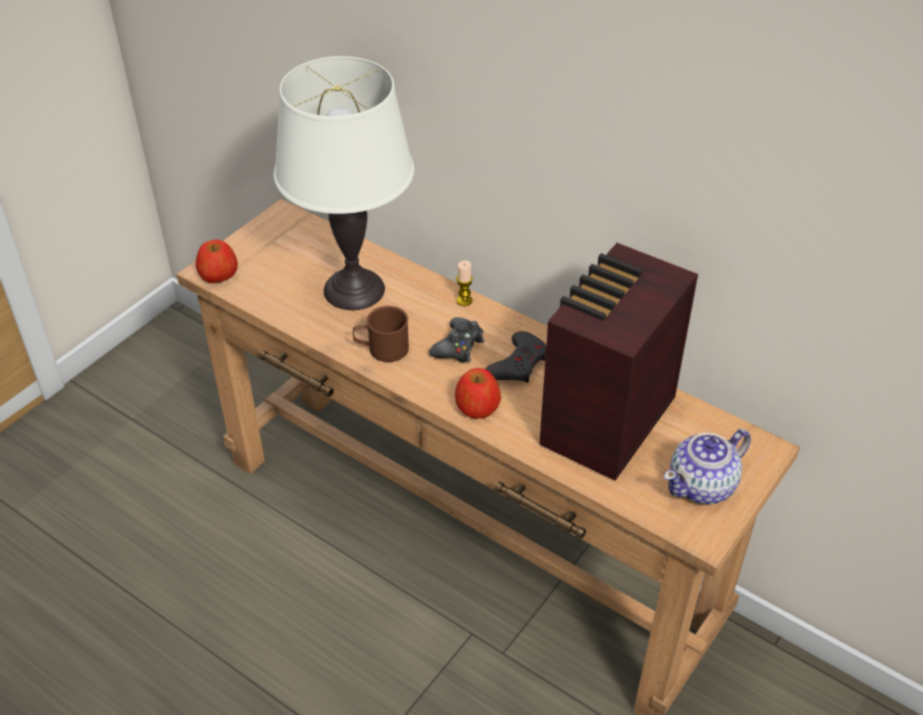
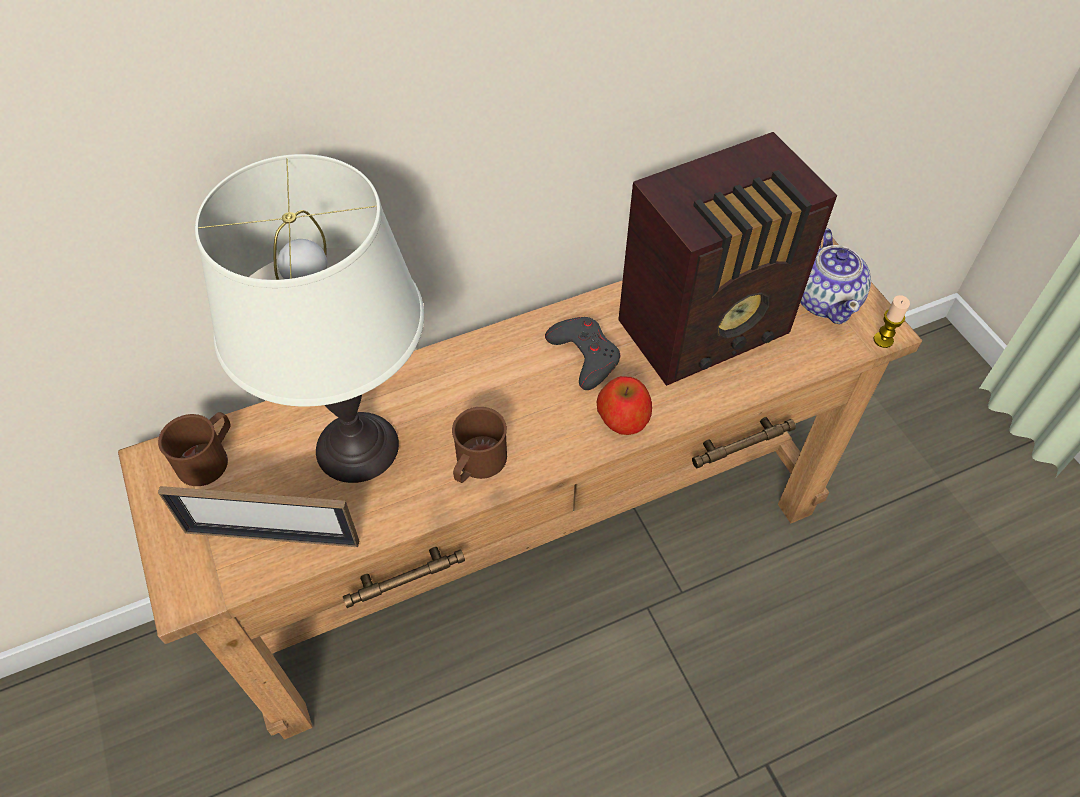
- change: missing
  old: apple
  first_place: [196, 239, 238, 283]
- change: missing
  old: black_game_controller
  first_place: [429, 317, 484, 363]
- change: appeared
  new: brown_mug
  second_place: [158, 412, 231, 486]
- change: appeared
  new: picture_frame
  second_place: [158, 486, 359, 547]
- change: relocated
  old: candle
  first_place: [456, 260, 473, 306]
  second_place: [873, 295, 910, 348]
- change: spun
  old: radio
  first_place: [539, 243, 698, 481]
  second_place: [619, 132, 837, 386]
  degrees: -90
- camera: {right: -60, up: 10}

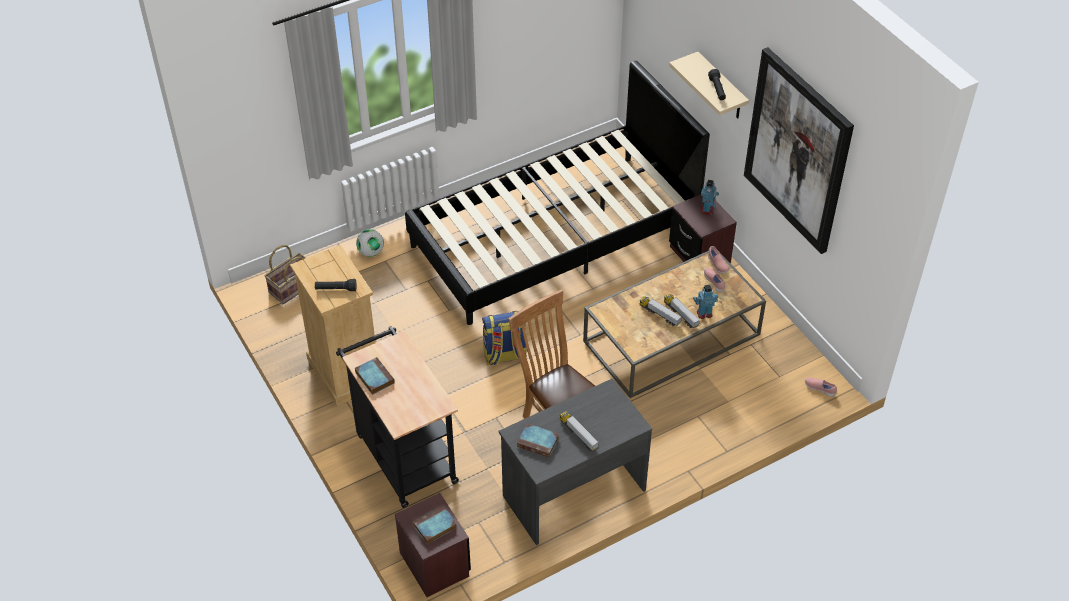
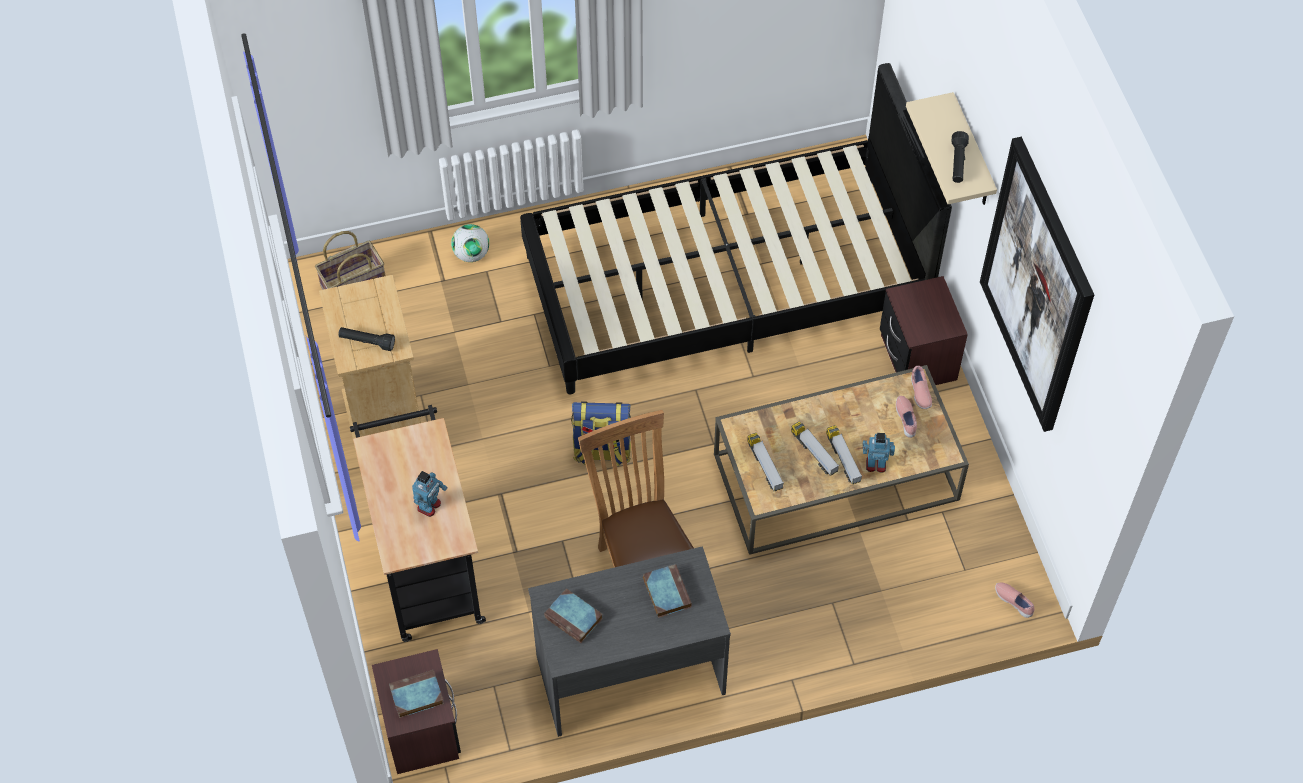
- change: relocated
  old: book
  first_place: [355, 357, 395, 395]
  second_place: [643, 564, 692, 618]
- change: relocated
  old: toy_truck
  first_place: [560, 411, 599, 451]
  second_place: [747, 433, 784, 491]
- change: relocated
  old: toy_robot
  first_place: [701, 180, 719, 215]
  second_place: [412, 471, 448, 517]
- camera: {right: 15, up: 10}

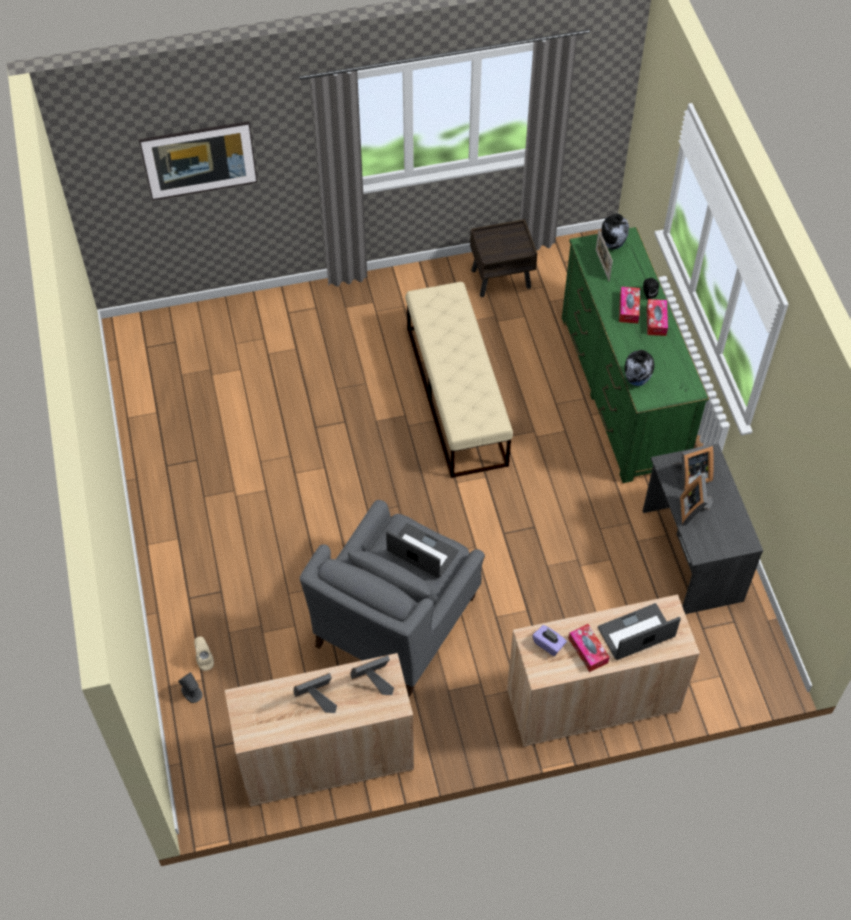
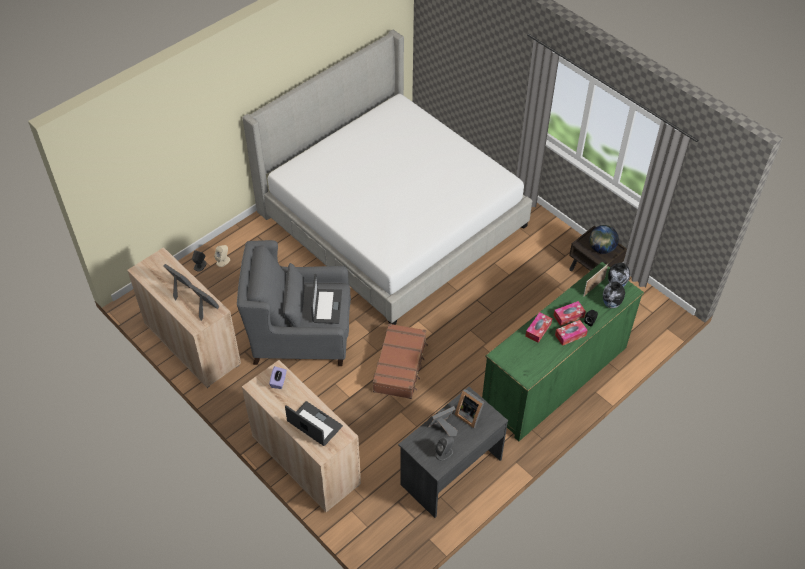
- change: missing
  old: picture
  first_place: [139, 121, 257, 201]
- change: missing
  old: beige_bench
  first_place: [405, 282, 513, 478]
- change: appeared
  new: bed
  second_place: [242, 30, 532, 325]
- change: appeared
  new: brown_suitcase
  second_place: [373, 323, 428, 399]
- change: appeared
  new: grey_speaker
  second_place: [435, 436, 454, 461]
- change: appeared
  new: globe
  second_place: [589, 225, 619, 254]
- change: relocated
  old: tissue_box
  first_place: [568, 624, 610, 672]
  second_place: [525, 312, 552, 343]
- change: relocated
  old: vase
  first_place: [625, 350, 655, 386]
  second_place: [603, 282, 625, 308]
- camera: {right: 60, up: -5}

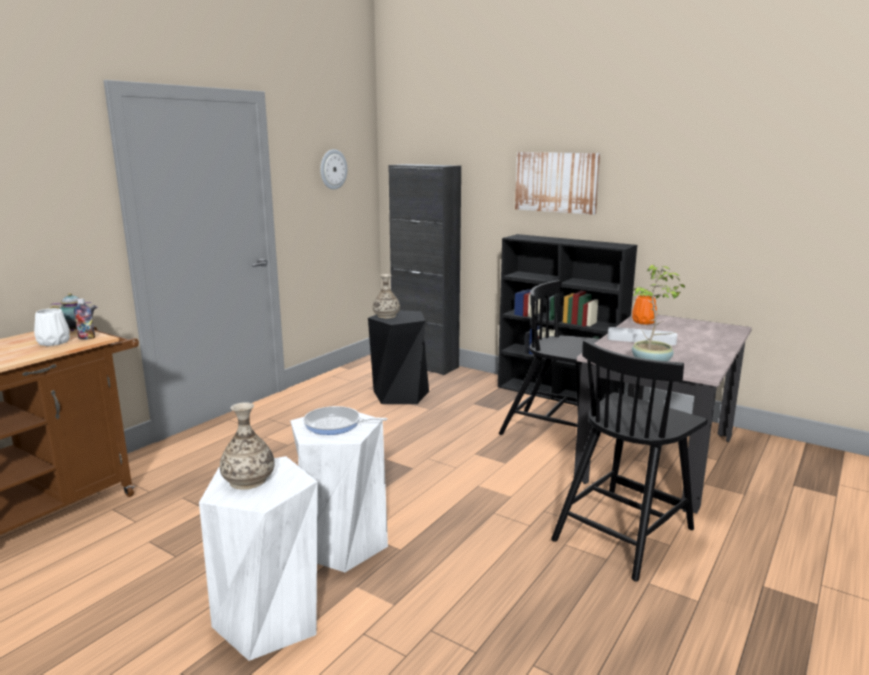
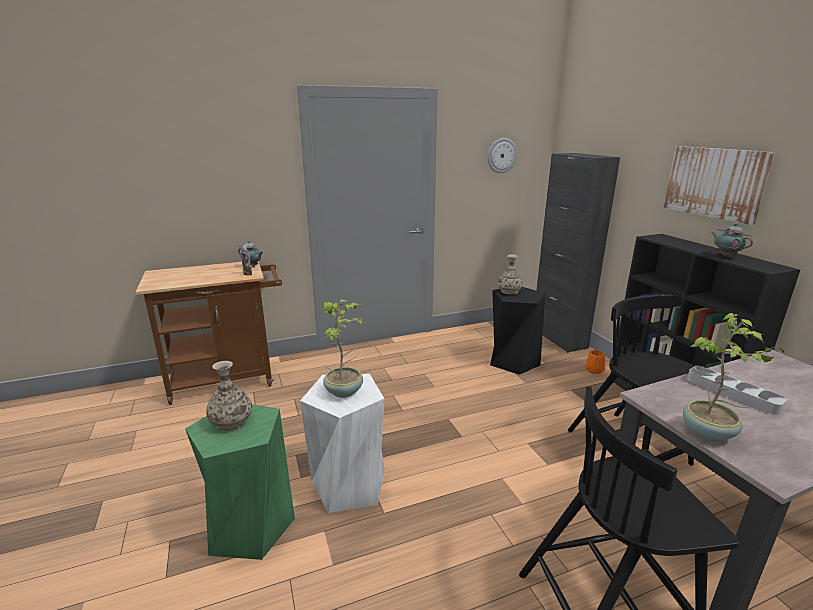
- change: missing
  old: white_vase
  first_place: [34, 308, 70, 346]
- change: appeared
  new: teapot
  second_place: [712, 223, 753, 258]
- change: relocated
  old: orange_vase
  first_place: [632, 295, 657, 325]
  second_place: [586, 350, 605, 374]
- change: exchanged
  old: frying_pan
  new: potted_plant
  first_place: [303, 406, 388, 435]
  second_place: [323, 299, 365, 398]
- change: colour
  old: white_stool
  new: green_stool
  first_place: [199, 456, 318, 661]
  second_place: [185, 404, 295, 560]
- camera: {right: 35, up: 5}

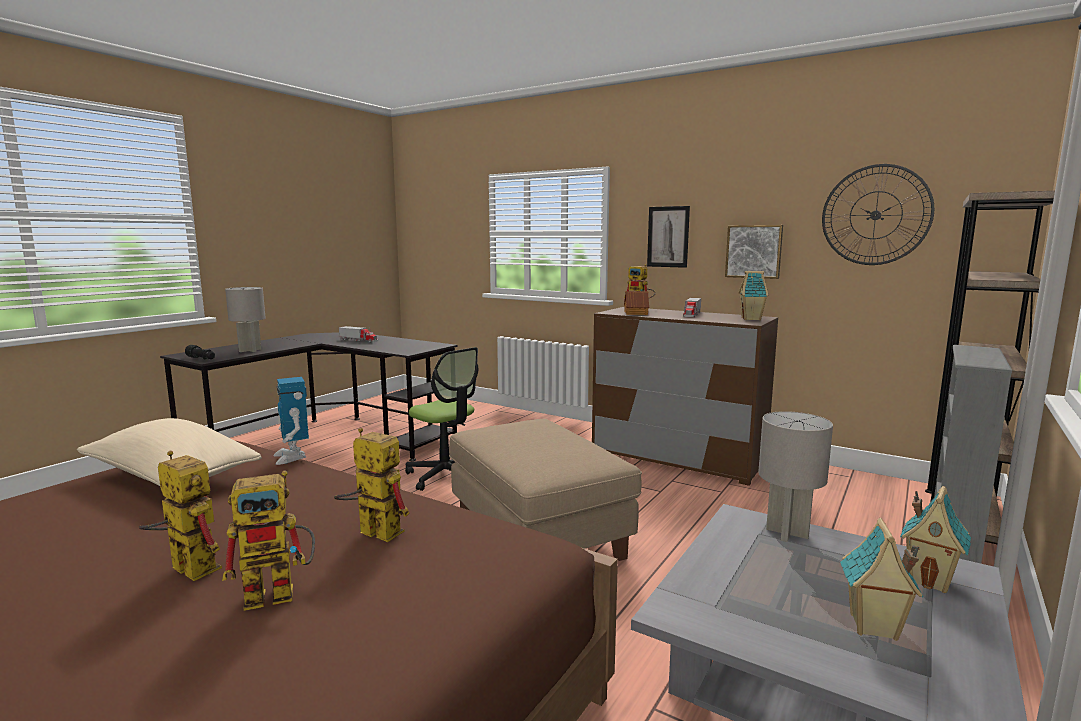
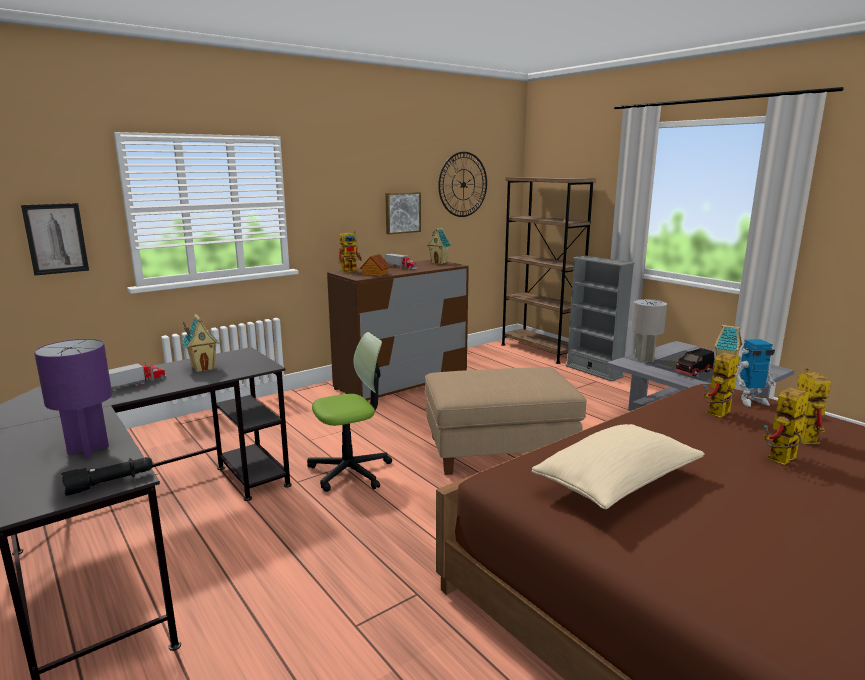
- change: appeared
  new: toy_truck
  second_place: [673, 348, 714, 376]
- change: relocated
  old: toy_robot
  first_place: [274, 377, 309, 465]
  second_place: [735, 339, 775, 407]
- change: relocated
  old: picture
  first_place: [647, 206, 690, 268]
  second_place: [21, 203, 89, 275]
- change: relocated
  old: toy_house
  first_place: [900, 486, 971, 593]
  second_place: [182, 314, 220, 372]
- change: colour
  old: grey_table_lamp
  new: purple_table_lamp
  first_place: [225, 287, 266, 352]
  second_place: [34, 339, 112, 458]
- camera: {right: -70, up: 5}

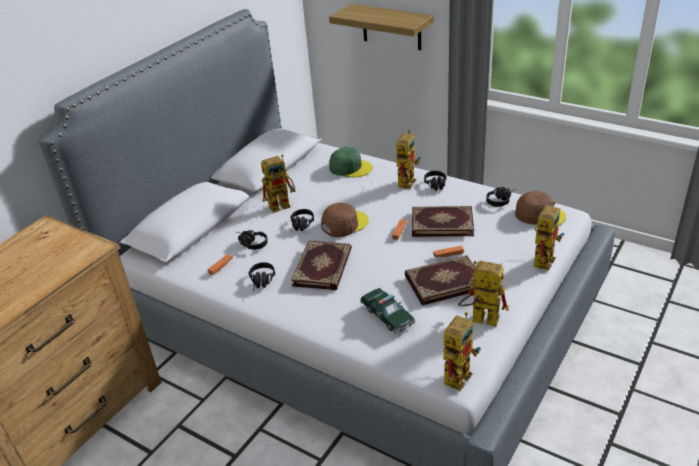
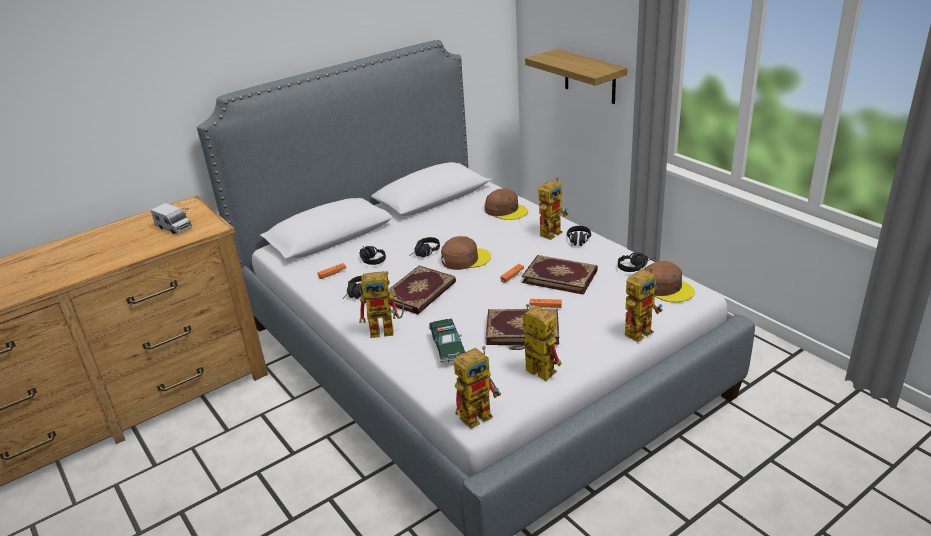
- change: appeared
  new: toy_truck
  second_place: [151, 203, 192, 234]
- change: relocated
  old: toy_robot
  first_place: [261, 155, 296, 213]
  second_place: [359, 271, 404, 338]
- change: colour
  old: green_cap
  new: brown_cap
  first_place: [329, 147, 373, 177]
  second_place: [485, 189, 528, 220]
- camera: {right: 20, up: -5}

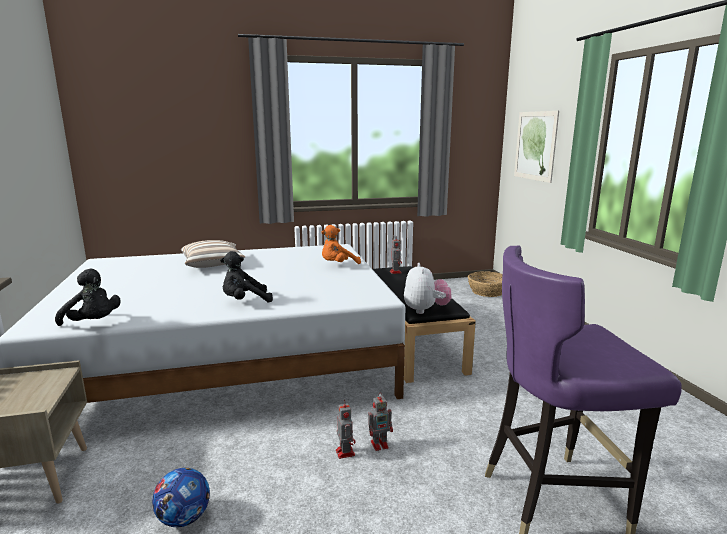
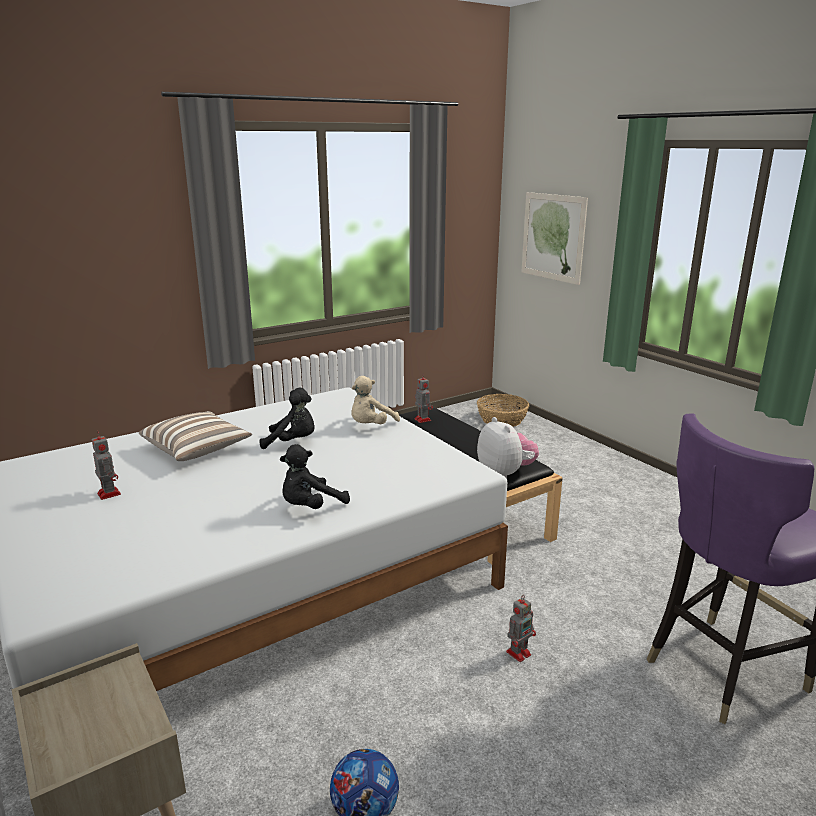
- change: relocated
  old: black_plush_toy
  first_place: [55, 268, 121, 326]
  second_place: [259, 388, 315, 449]
- change: relocated
  old: toy_robot
  first_place: [336, 400, 356, 459]
  second_place: [92, 431, 121, 500]
- change: colour
  old: orange_plush_toy
  new: beige_plush_toy
  first_place: [321, 225, 361, 264]
  second_place: [352, 376, 400, 424]
- camera: {right: -20, up: 5}

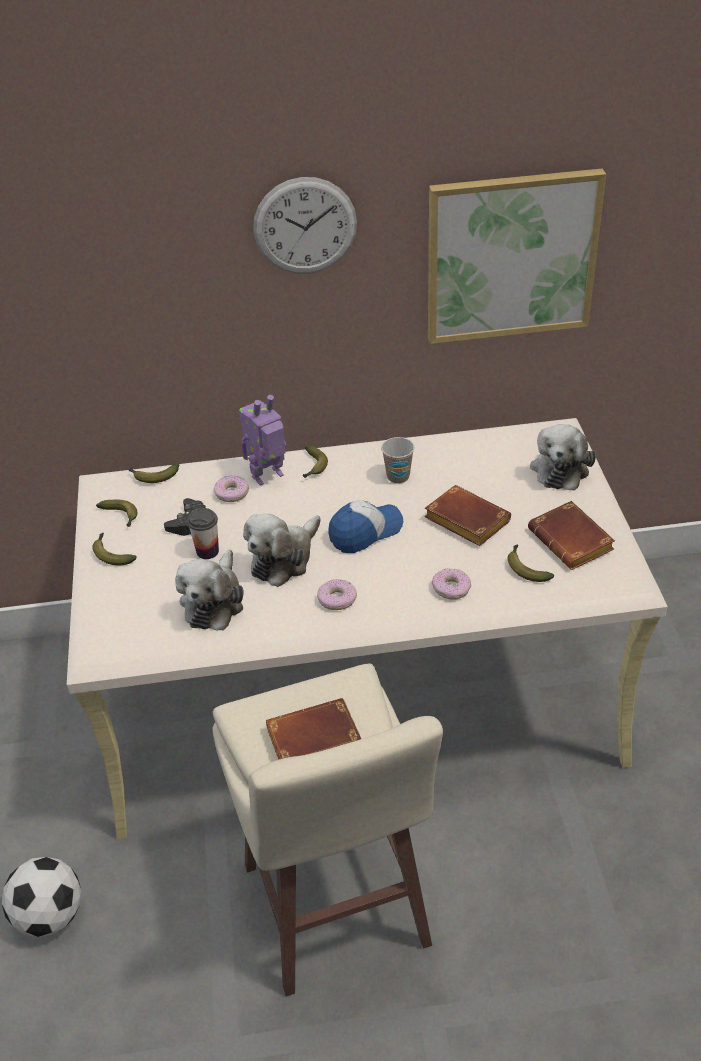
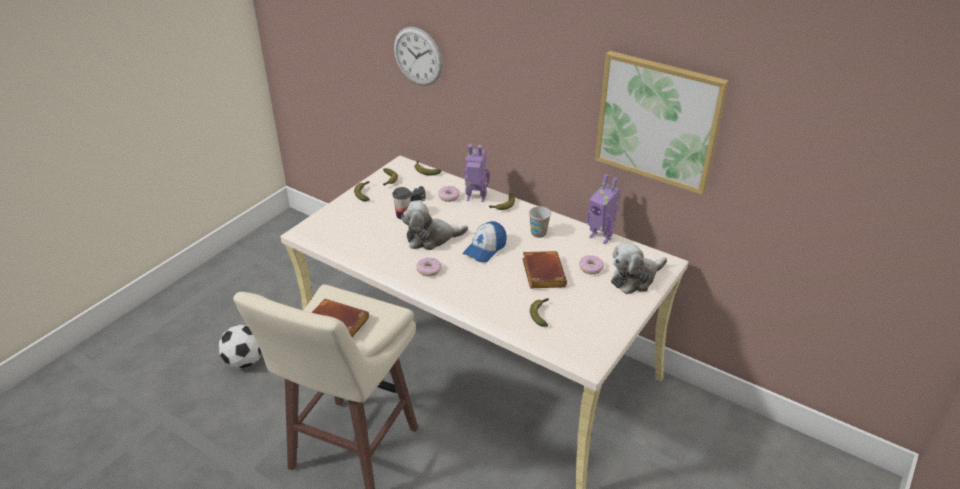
- change: missing
  old: plush_toy
  first_place: [175, 550, 244, 630]
- change: missing
  old: brown_book
  first_place: [528, 501, 615, 570]
- change: appeared
  new: toy_robot
  second_place: [587, 174, 621, 244]
- change: relocated
  old: wall_clock
  first_place: [253, 177, 357, 274]
  second_place: [394, 27, 442, 86]
- change: relocated
  old: donut
  first_place: [432, 568, 471, 600]
  second_place: [579, 255, 604, 274]
- change: spun
  old: cap
  first_place: [328, 500, 403, 553]
  second_place: [462, 221, 507, 263]
  degrees: 120
- camera: {right: 40, up: -5}

